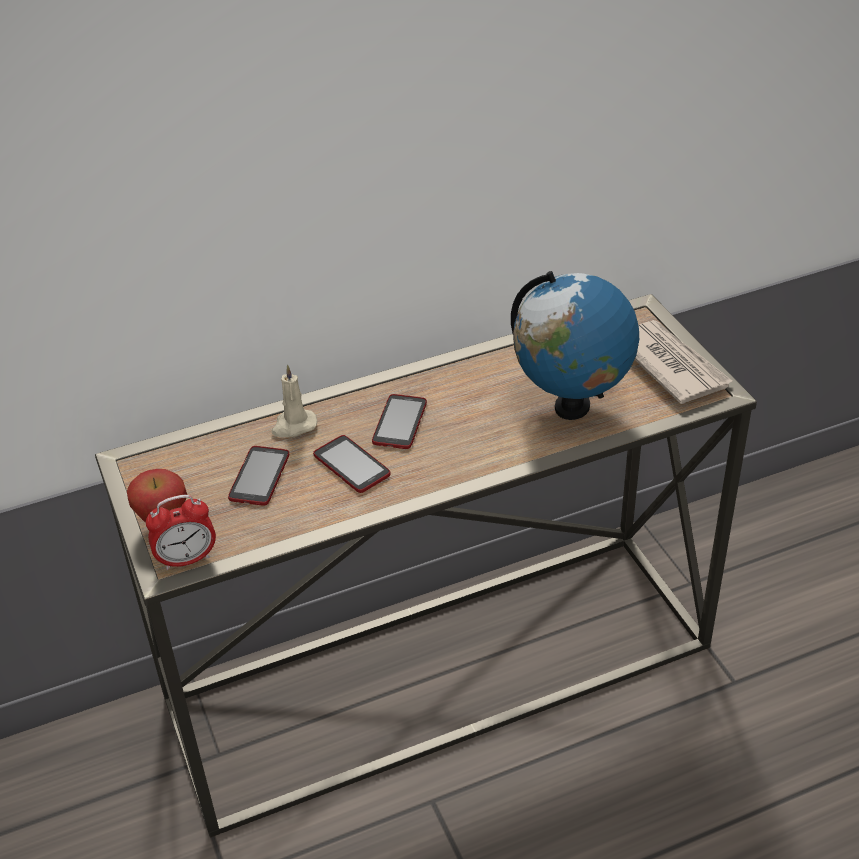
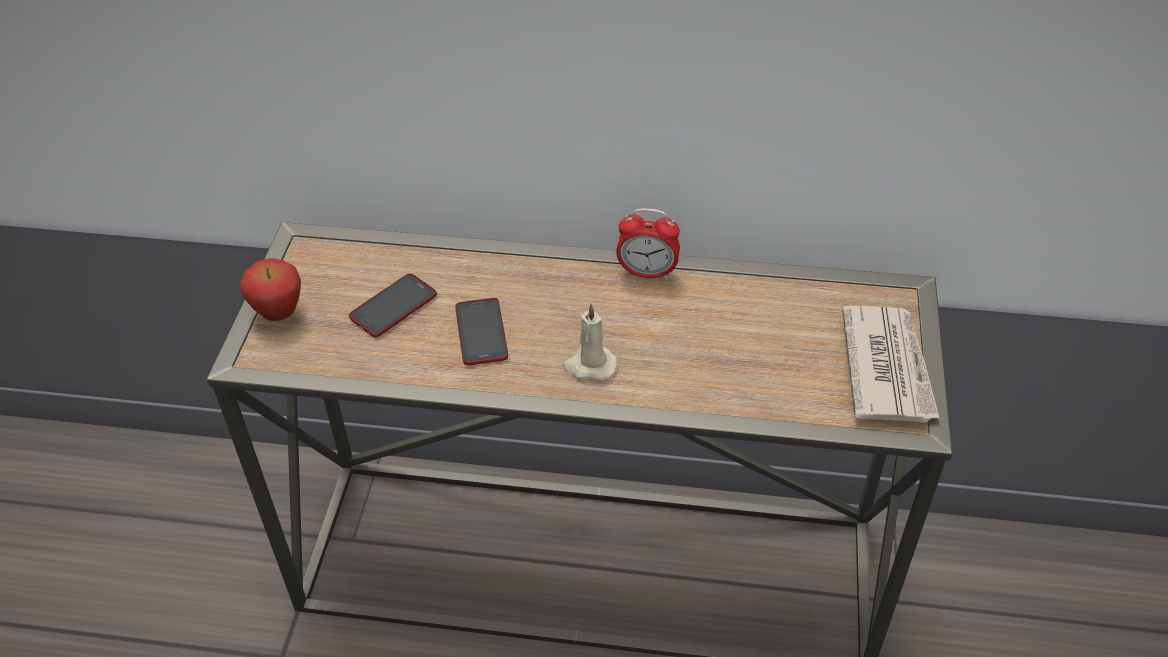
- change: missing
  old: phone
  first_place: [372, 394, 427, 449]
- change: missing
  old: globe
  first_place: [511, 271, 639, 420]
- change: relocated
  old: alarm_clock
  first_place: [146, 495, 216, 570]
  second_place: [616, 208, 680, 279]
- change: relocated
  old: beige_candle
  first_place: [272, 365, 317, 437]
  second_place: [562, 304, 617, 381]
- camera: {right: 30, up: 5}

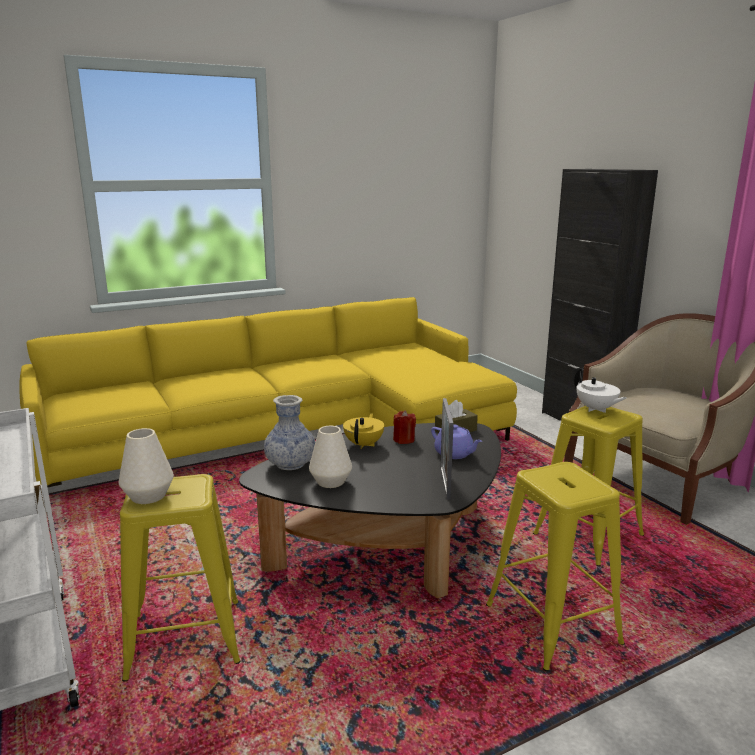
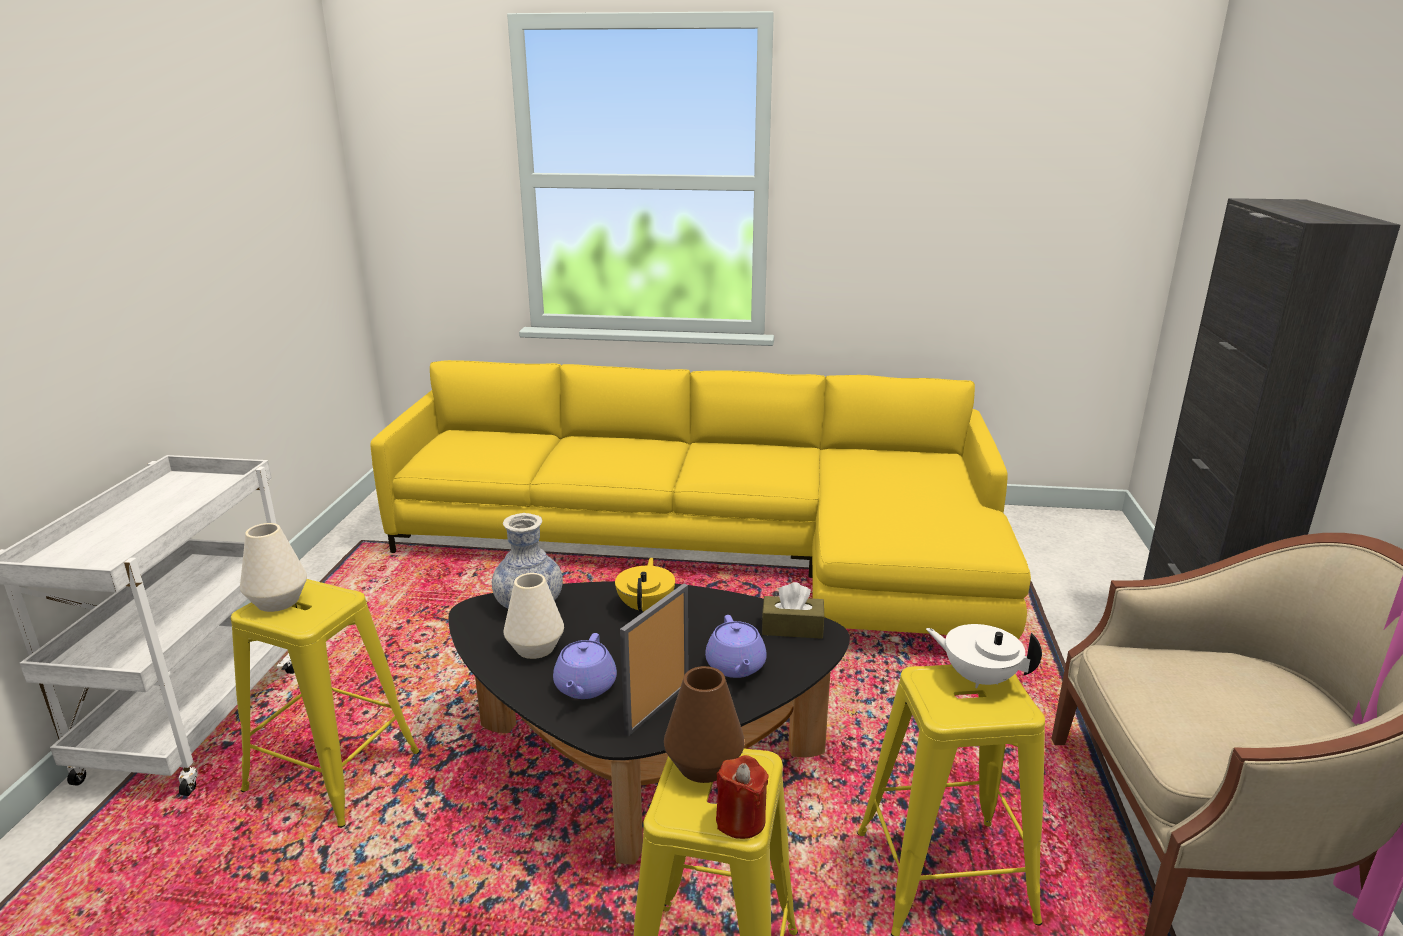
- change: appeared
  new: purple_teapot
  second_place: [553, 633, 617, 699]
- change: appeared
  new: brown_vase
  second_place: [664, 666, 745, 783]
- change: relocated
  old: red_candle
  first_place: [393, 410, 416, 444]
  second_place: [716, 755, 769, 839]
- change: spun
  old: yellow_teapot
  first_place: [343, 413, 384, 449]
  second_place: [615, 558, 675, 612]
  degrees: -45
- change: spun
  old: white_teapot
  first_place: [574, 369, 627, 413]
  second_place: [926, 624, 1042, 688]
  degrees: 120
- camera: {right: 35, up: 5}

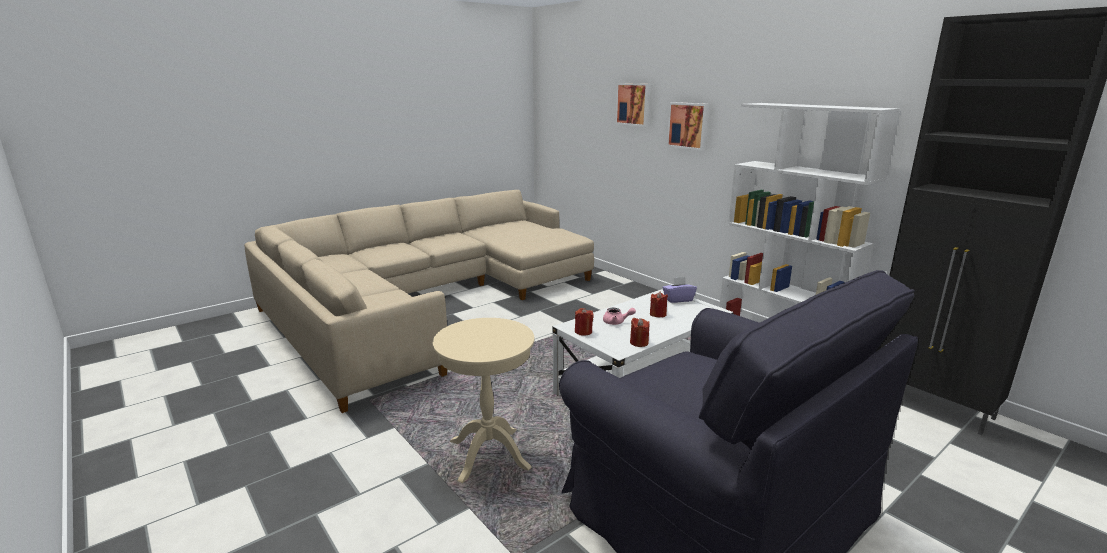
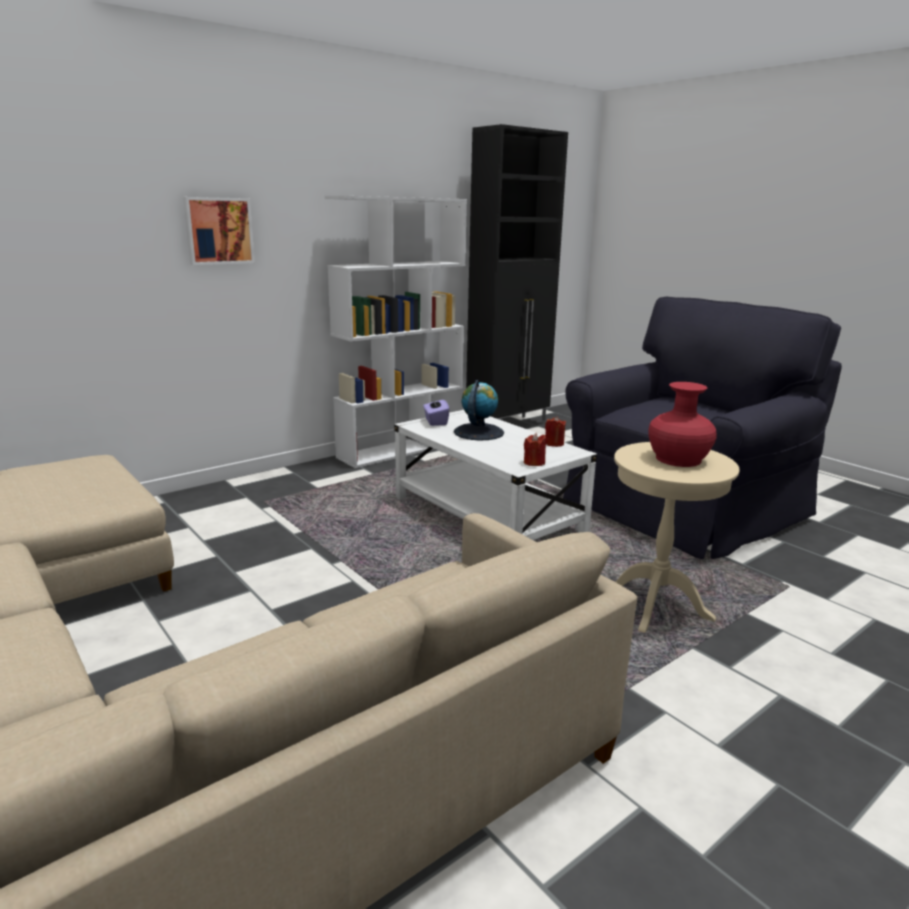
- change: missing
  old: pink_teapot
  first_place: [603, 308, 636, 325]
- change: missing
  old: picture
  first_place: [615, 83, 651, 127]
- change: appeared
  new: red_vase
  second_place: [648, 382, 717, 467]
- change: exchanged
  old: red_candle
  new: globe
  first_place: [650, 292, 668, 317]
  second_place: [454, 380, 504, 441]
- camera: {right: -90, up: 0}

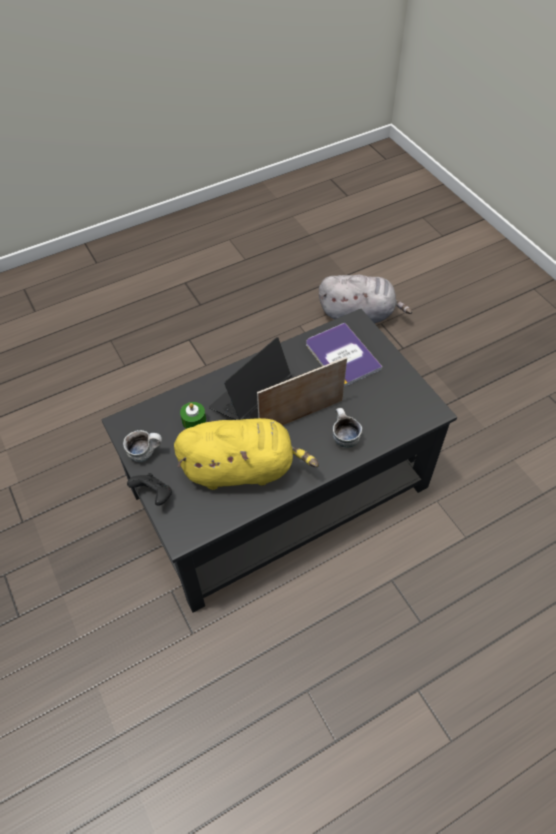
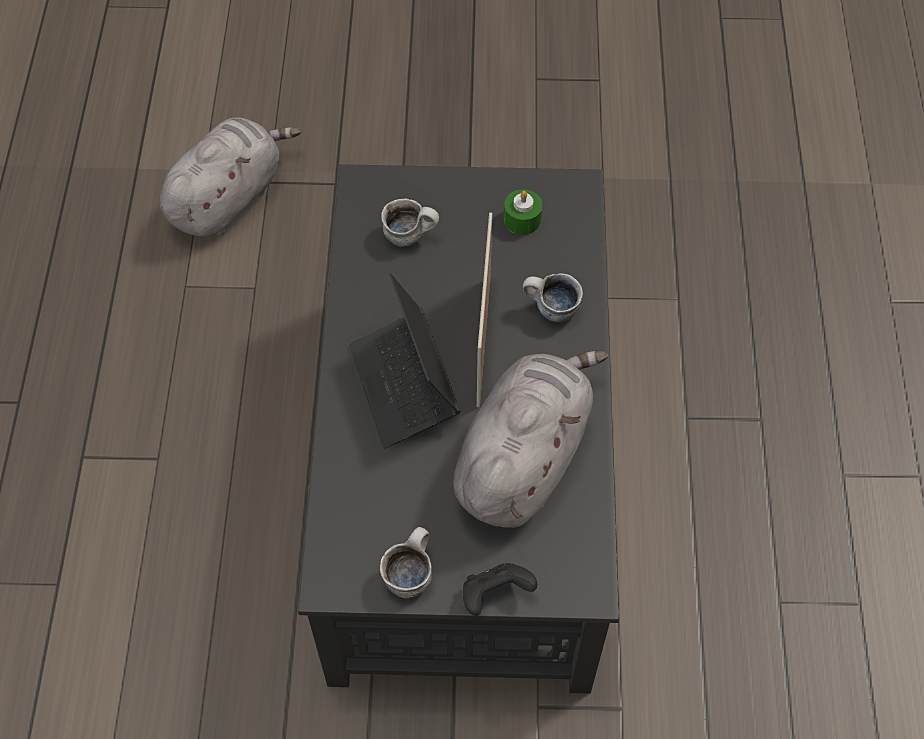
- change: relocated
  old: green_candle
  first_place: [180, 402, 206, 429]
  second_place: [504, 189, 542, 235]
- change: exchanged
  old: book
  new: mug
  first_place: [306, 323, 382, 387]
  second_place: [381, 199, 439, 247]
- change: colour
  old: yellow_plush_toy
  new: grey_plush_toy
  first_place: [174, 418, 319, 490]
  second_place: [453, 350, 608, 528]
- camera: {right: -60, up: 5}

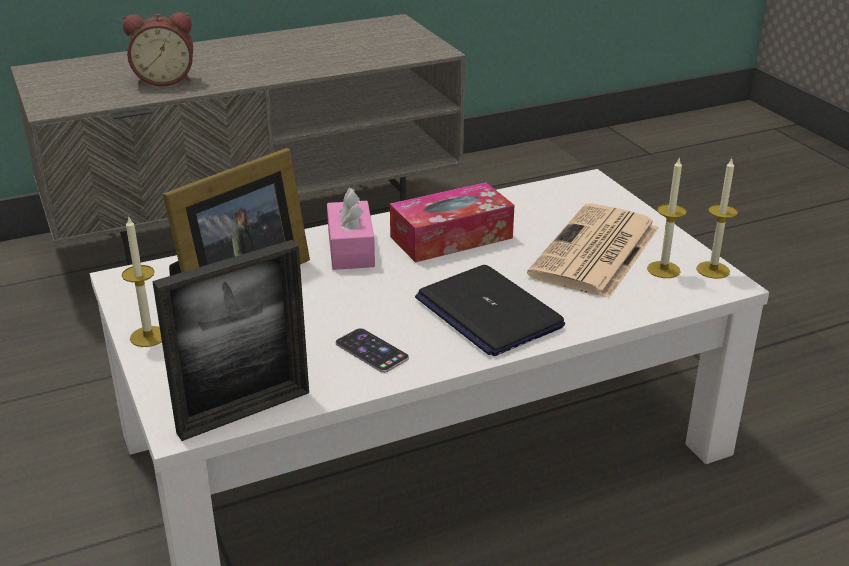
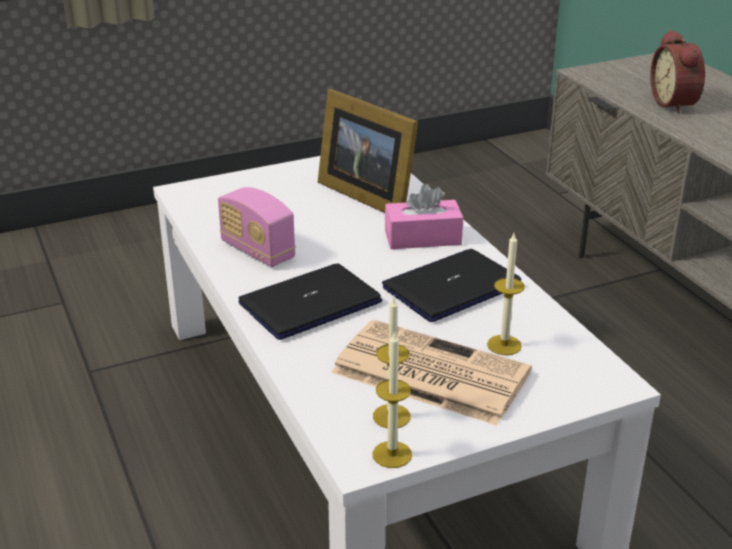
- change: missing
  old: picture_frame
  first_place: [152, 240, 309, 441]
- change: relocated
  old: candle
  first_place: [122, 215, 162, 347]
  second_place: [487, 233, 525, 355]
- change: exchanged
  old: phone
  new: radio
  first_place: [336, 328, 409, 373]
  second_place: [218, 187, 296, 267]
- change: exchanged
  old: tissue_box
  new: laptop
  first_place: [390, 182, 514, 262]
  second_place: [382, 249, 521, 322]
- camera: {right: 90, up: 0}

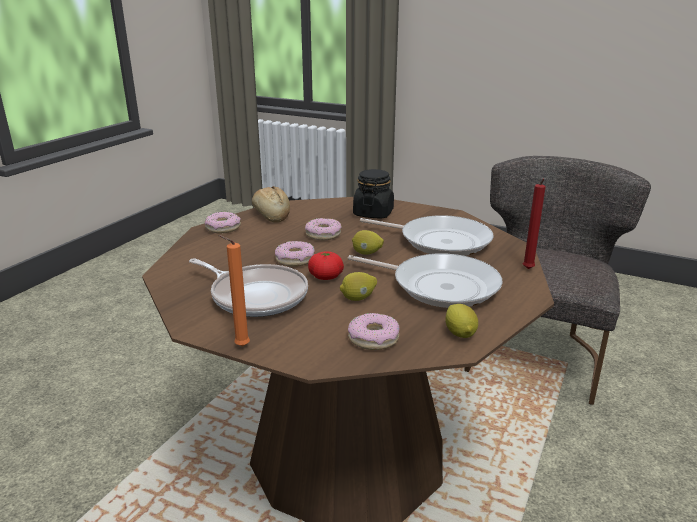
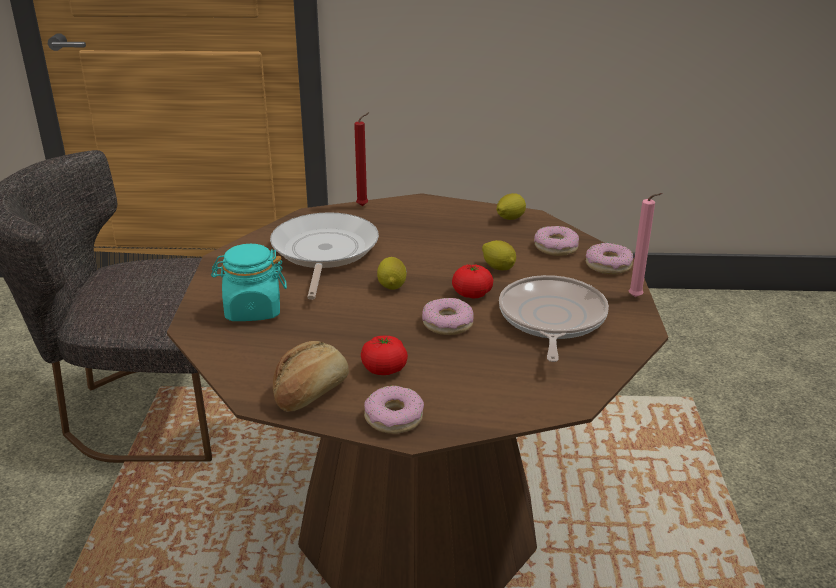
- change: missing
  old: frying_pan
  first_place: [348, 253, 503, 308]
- change: appeared
  new: tomato
  second_place: [361, 335, 408, 375]
- change: relocated
  old: donut
  first_place: [305, 218, 342, 240]
  second_place: [586, 243, 633, 274]
- change: colour
  old: orange_candle
  new: pink_candle
  first_place: [218, 235, 250, 346]
  second_place: [629, 193, 663, 297]
- change: colour
  old: black_jar
  new: turquoise_jar
  first_place: [353, 169, 394, 218]
  second_place: [211, 244, 287, 321]
- camera: {right: -115, up: 5}

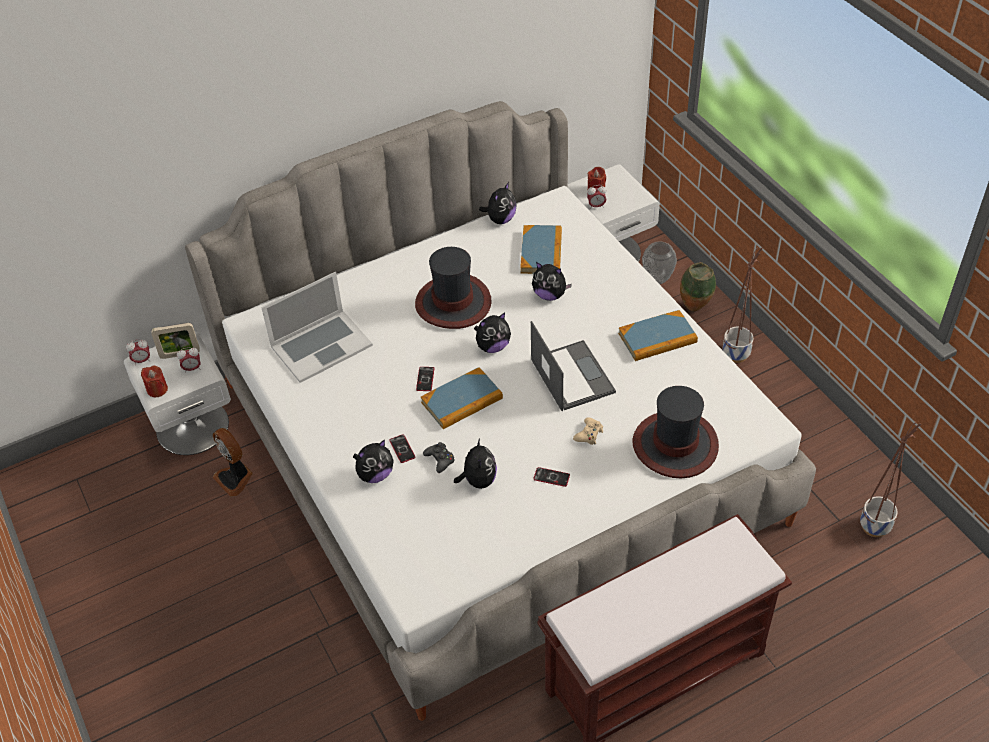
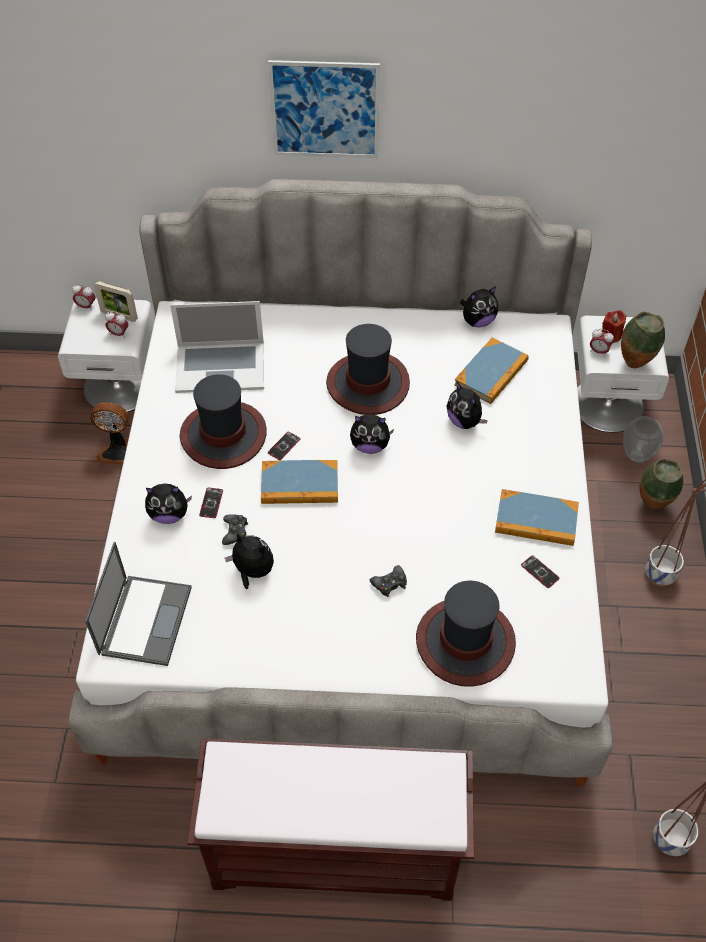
- change: missing
  old: red_candle
  first_place: [141, 366, 168, 397]
- change: appeared
  new: hat
  second_place: [180, 374, 267, 469]
- change: appeared
  new: picture
  second_place: [268, 60, 380, 158]
- change: appeared
  new: vase
  second_place: [621, 311, 665, 368]
- change: relocated
  old: laptop
  first_place: [531, 321, 616, 411]
  second_place: [85, 542, 192, 666]
- change: relocated
  old: phone
  first_place: [533, 467, 570, 487]
  second_place: [521, 555, 560, 588]
- change: colour
  old: beige_game_controller
  new: black_game_controller
  first_place: [573, 417, 603, 445]
  second_place: [370, 565, 407, 597]
- change: spun
  old: fan
  first_place: [213, 428, 253, 497]
  second_place: [90, 402, 129, 465]
  degrees: -75
- change: spun
  old: plush_toy
  first_place: [454, 438, 497, 489]
  second_place: [225, 532, 274, 589]
  degrees: -90
- camera: {right: 30, up: 5}

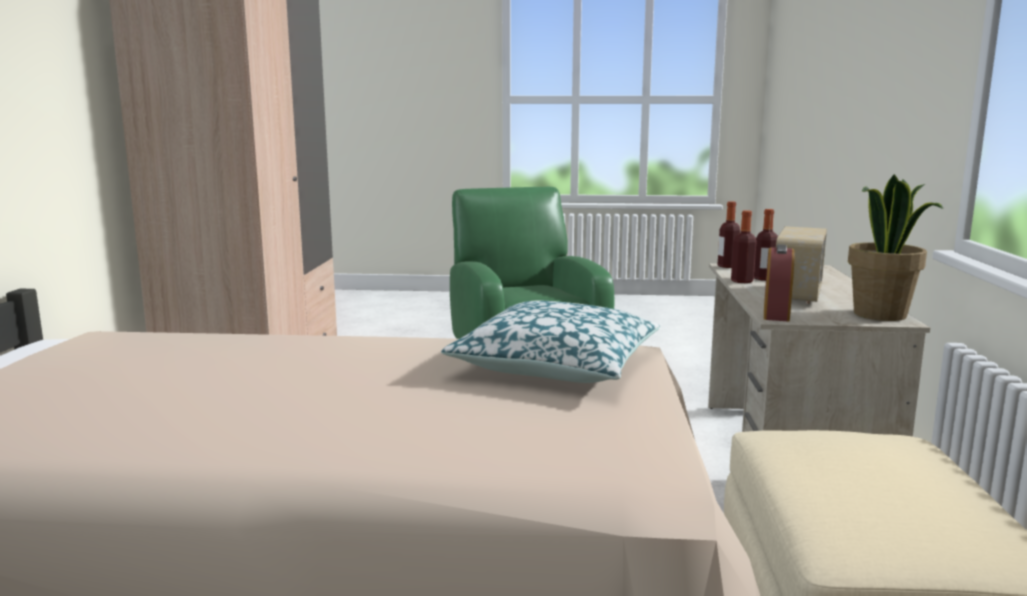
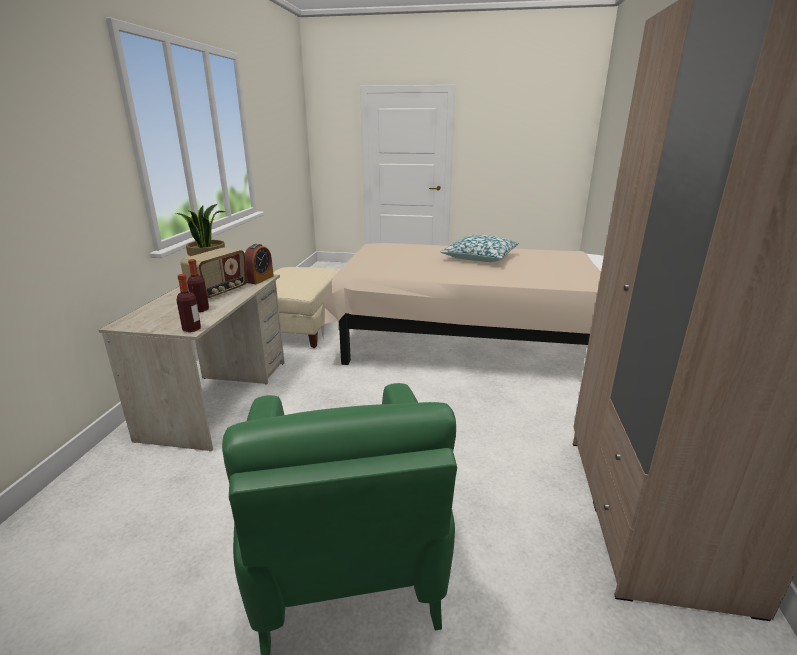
- change: missing
  old: bottle
  first_place: [731, 210, 757, 283]
- change: relocated
  old: pillow
  first_place: [441, 301, 660, 383]
  second_place: [441, 235, 519, 262]
- camera: {right: -175, up: 10}

